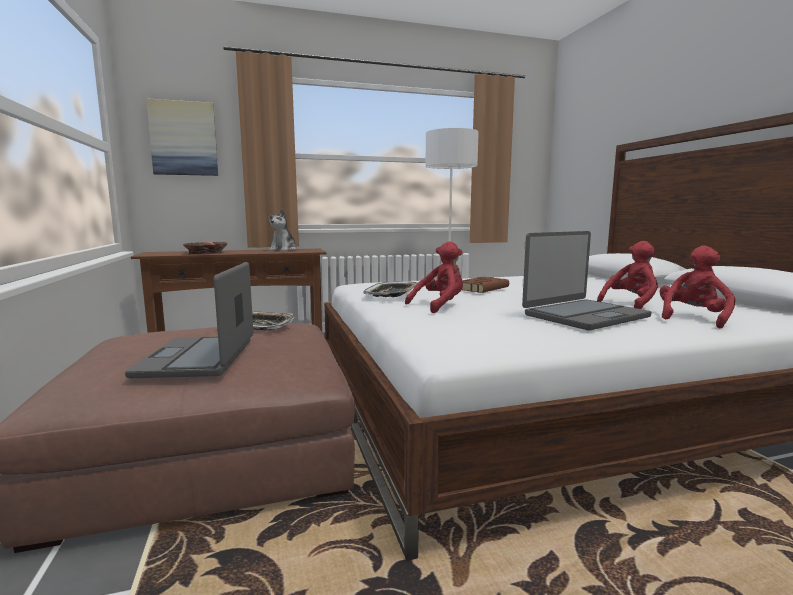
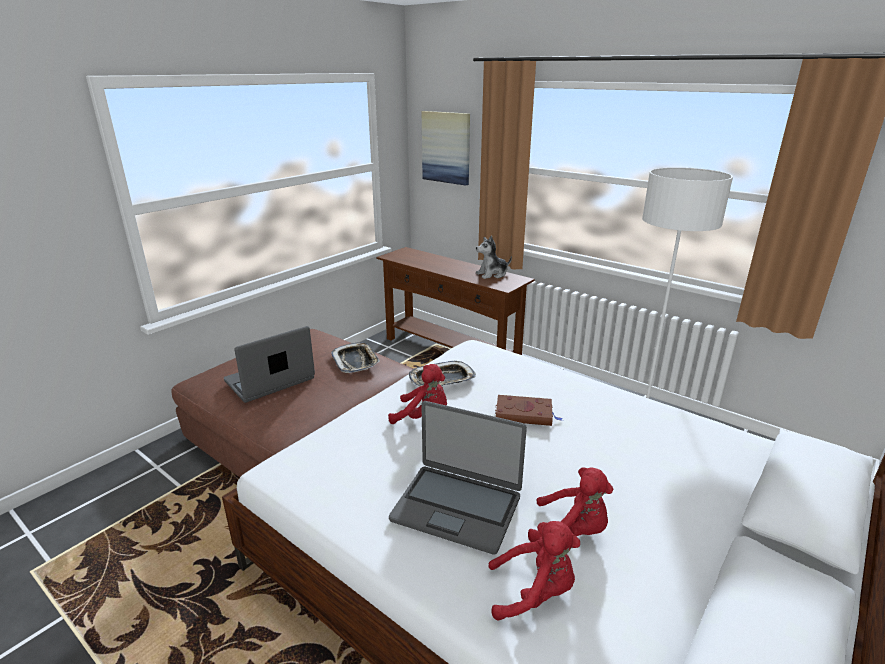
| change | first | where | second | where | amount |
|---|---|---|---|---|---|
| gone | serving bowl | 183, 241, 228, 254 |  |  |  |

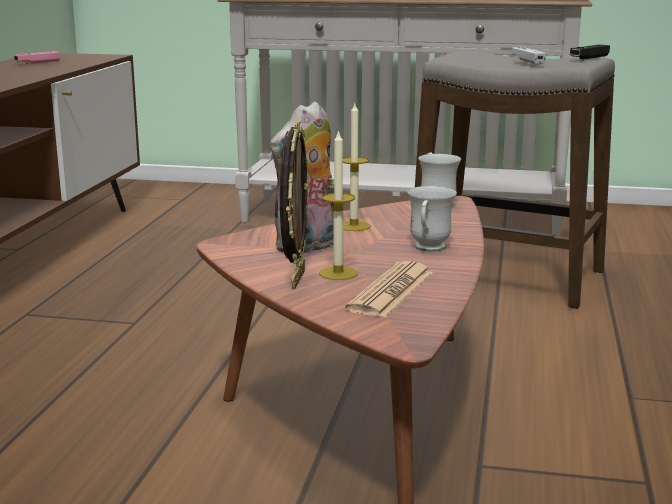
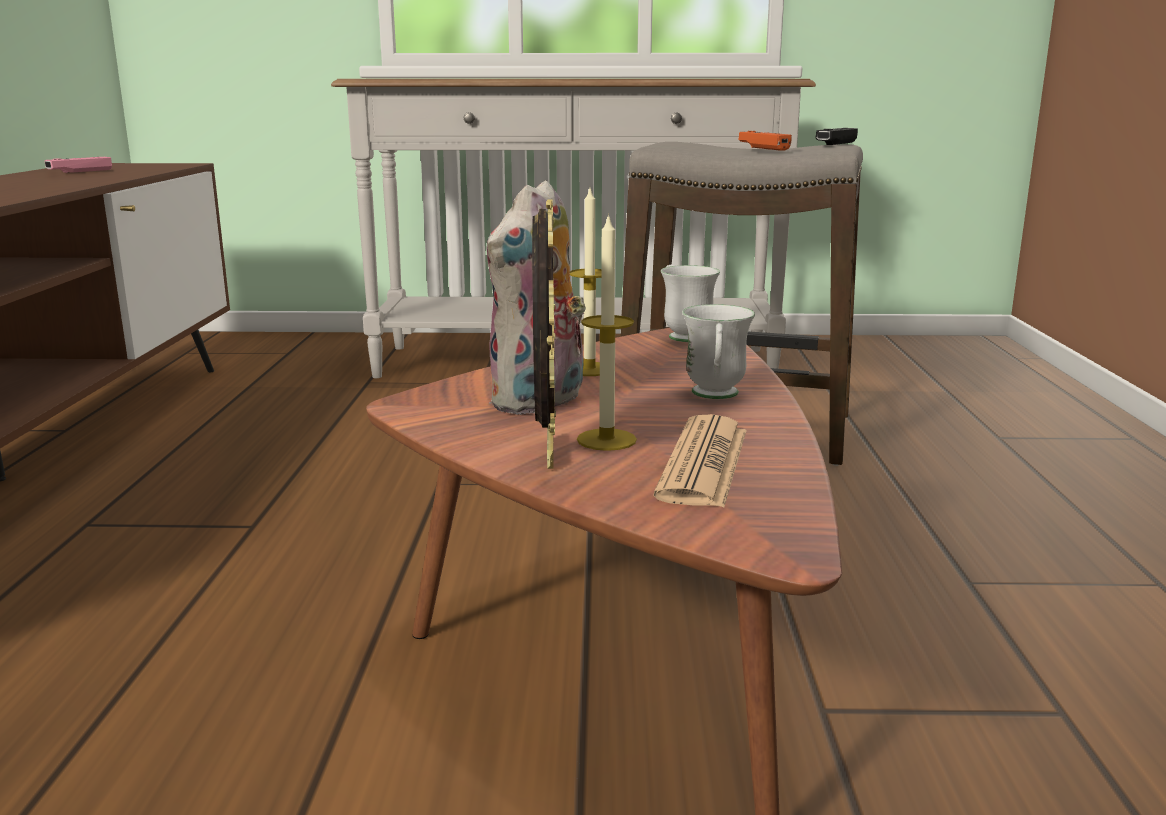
| change | first | where | second | where | amount |
|---|---|---|---|---|---|
| repainted | gamepad (whitish) | 511, 47, 546, 65 | gamepad (orangey) | 739, 131, 792, 151 |  |

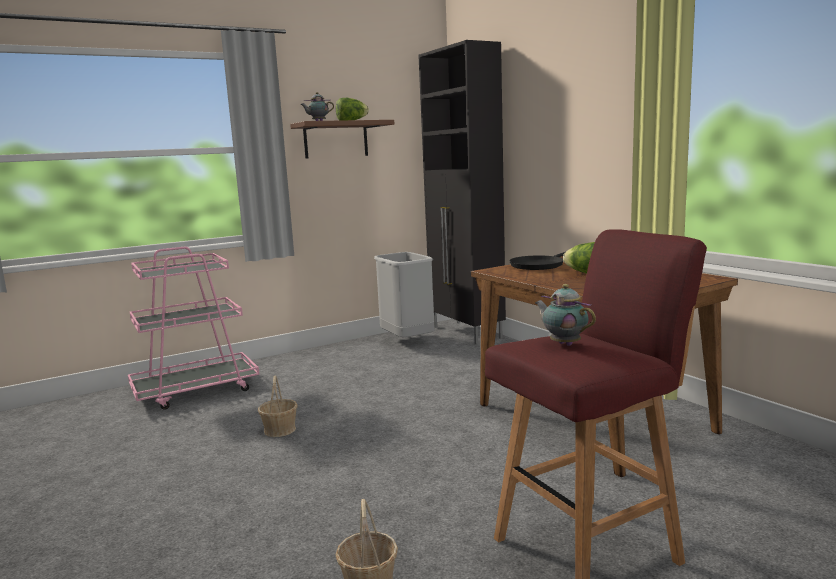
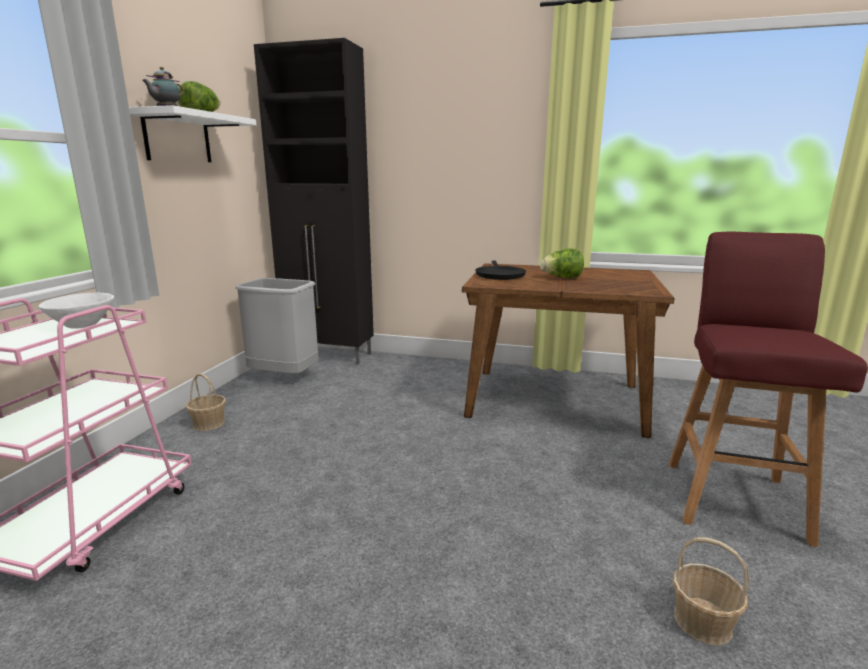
| change | first | where | second | where | amount |
|---|---|---|---|---|---|
| gone | pot for tea | 535, 284, 596, 346 |  |  |  |
| new |  |  | serving bowl (whitish) | 38, 293, 114, 329 |  |
| shifted | basket | 258, 376, 298, 437 |  | 186, 373, 226, 431 |  |
| repainted | bracket shelf (brown-coloured) | 290, 120, 394, 159 | bracket shelf (whitish) | 129, 105, 256, 162 |  |

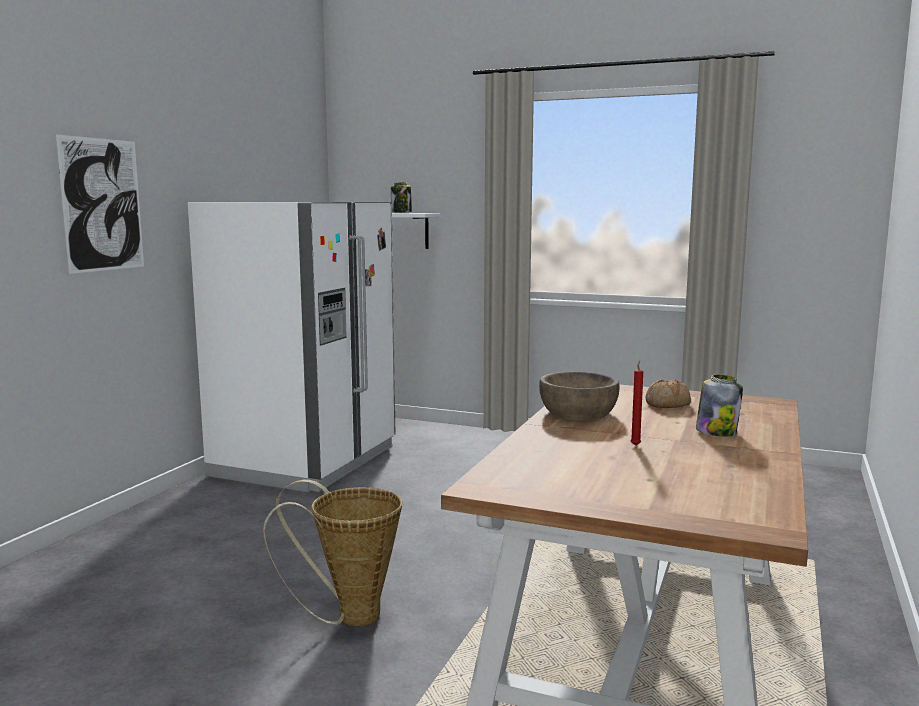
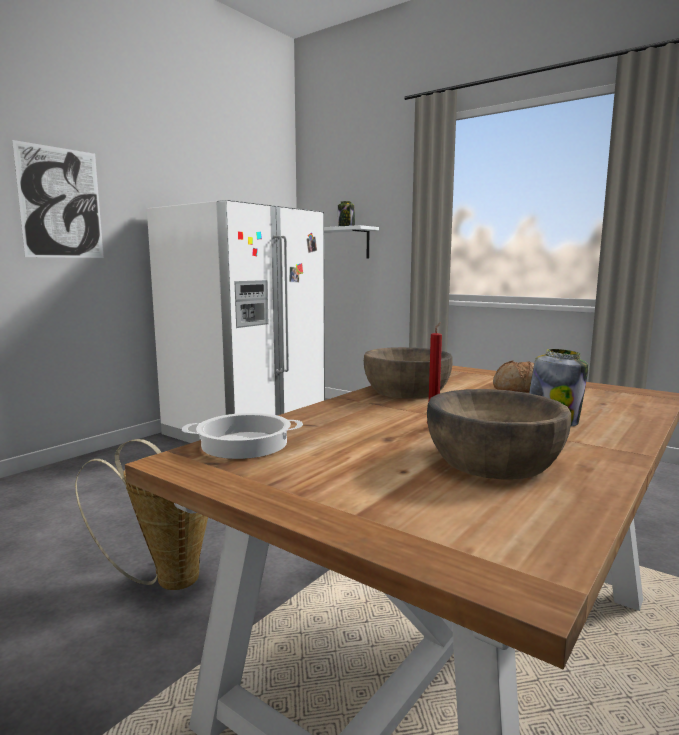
| change | first | where | second | where | amount |
|---|---|---|---|---|---|
| new |  |  | saucepot | 182, 413, 303, 459 |  |
| new |  |  | serving bowl (brown-coloured) | 427, 389, 571, 480 |  |

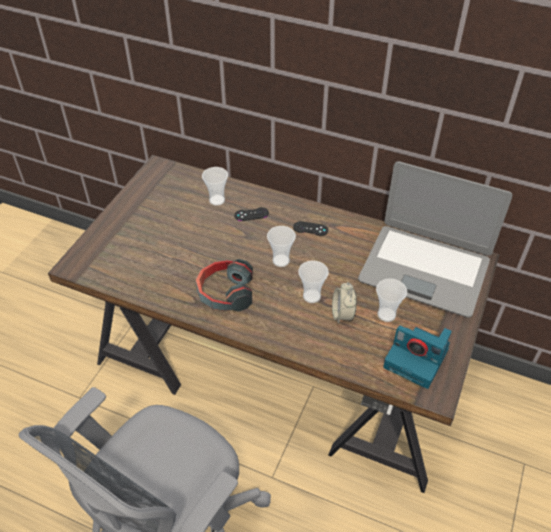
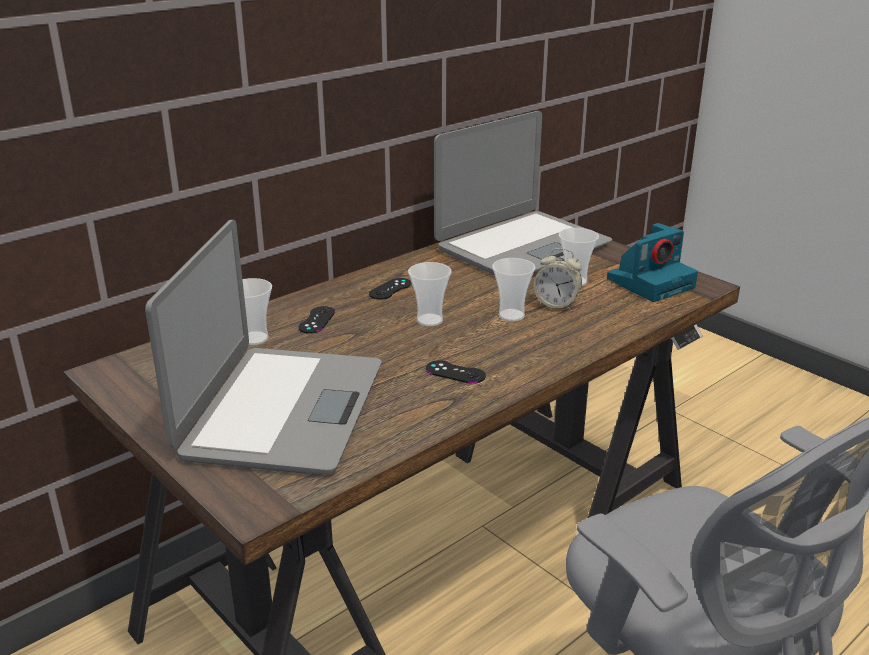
| change | first | where | second | where | amount |
|---|---|---|---|---|---|
| new |  |  | portable computer | 145, 220, 382, 474 |  |
| swapped | headphones | 196, 259, 253, 312 | gamepad (black) | 426, 360, 486, 384 |  |

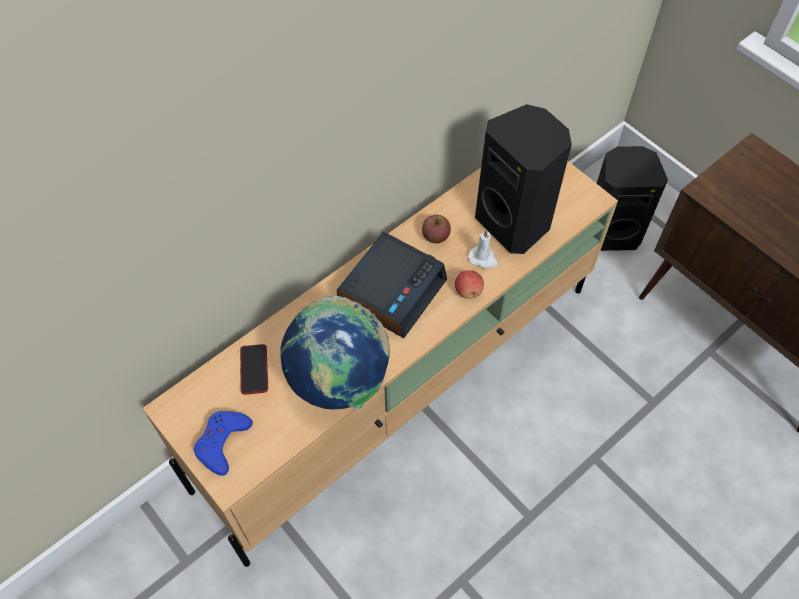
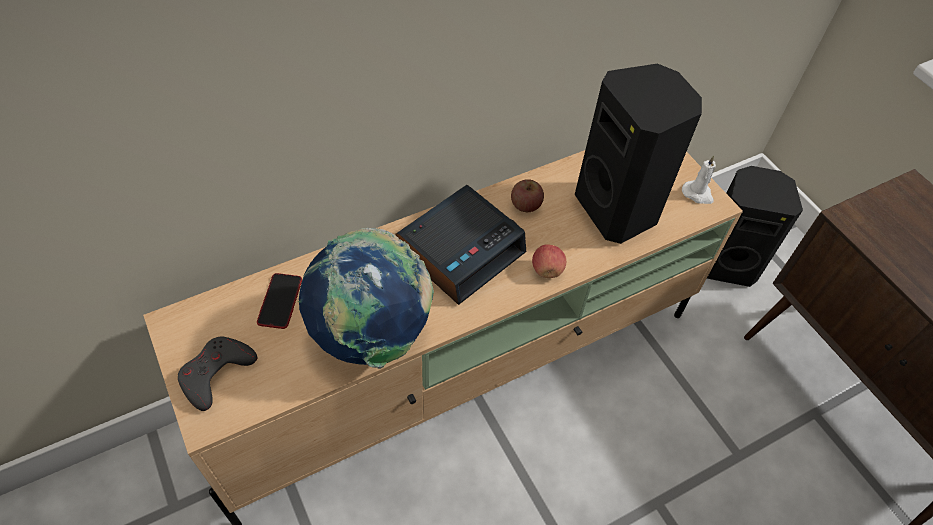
| change | first | where | second | where | amount |
|---|---|---|---|---|---|
| shifted | wax candle (whitish) | 468, 229, 498, 268 |  | 682, 156, 716, 204 |  |
| repainted | gamepad (bluish) | 194, 411, 253, 476 | gamepad (greyish) | 178, 337, 257, 411 |  |

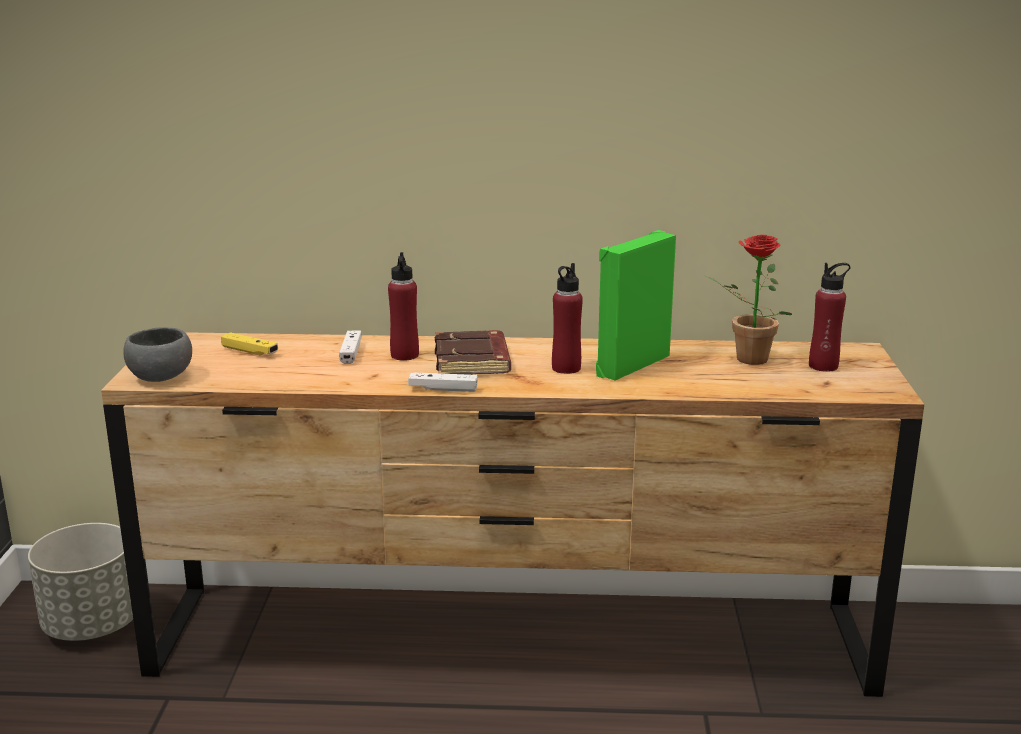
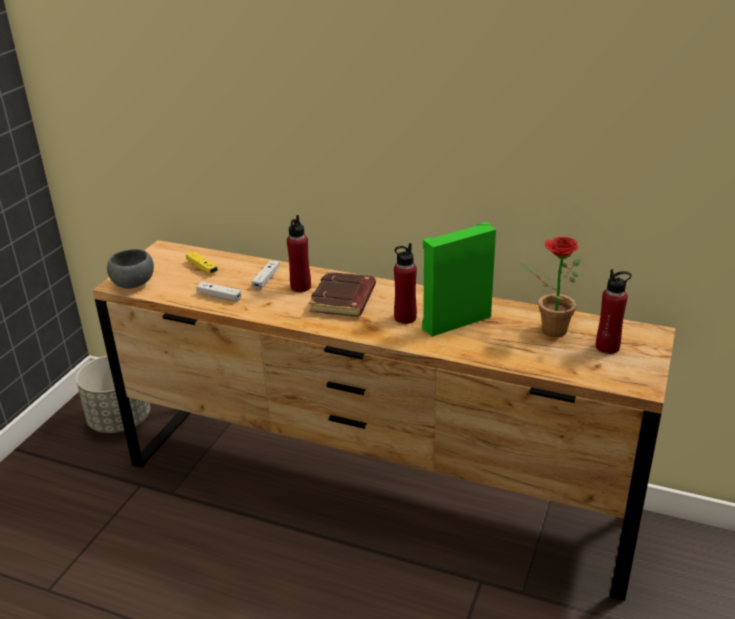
| change | first | where | second | where | amount |
|---|---|---|---|---|---|
| shifted | gamepad (whitish) | 408, 372, 478, 392 |  | 196, 282, 241, 302 |  |

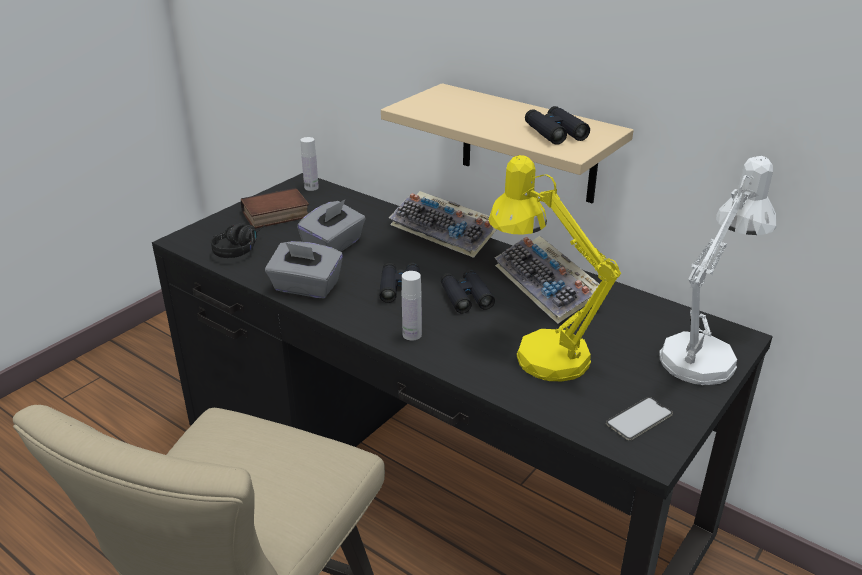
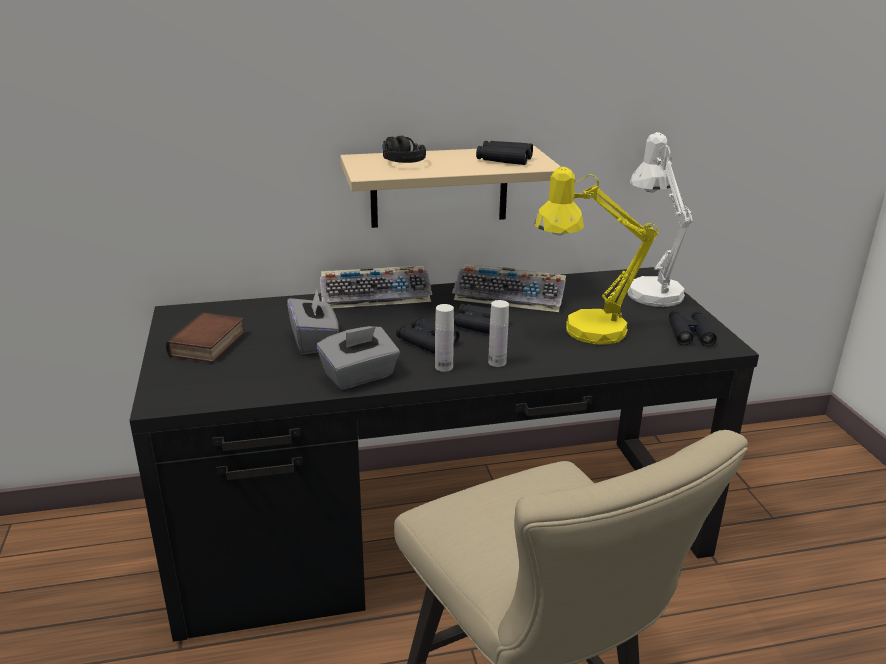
| change | first | where | second | where | amount |
|---|---|---|---|---|---|
| shifted | headphones (black) | 211, 223, 265, 258 |  | 383, 136, 426, 163 |  |
| shifted | beverage bottle (whitish) | 300, 137, 319, 191 |  | 435, 304, 454, 372 |  |
| swapped | telephone | 606, 397, 673, 440 | field glasses (black) | 669, 310, 717, 346 |  |

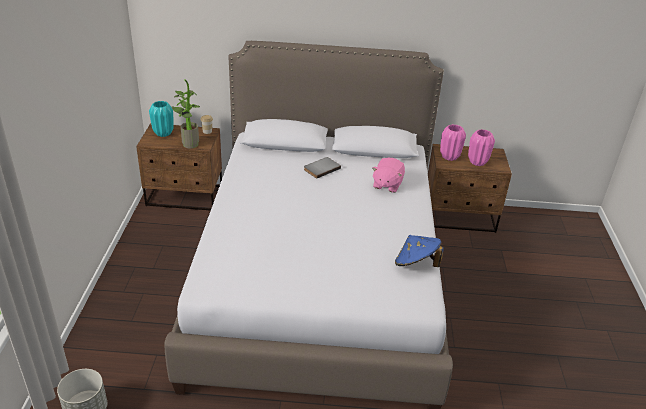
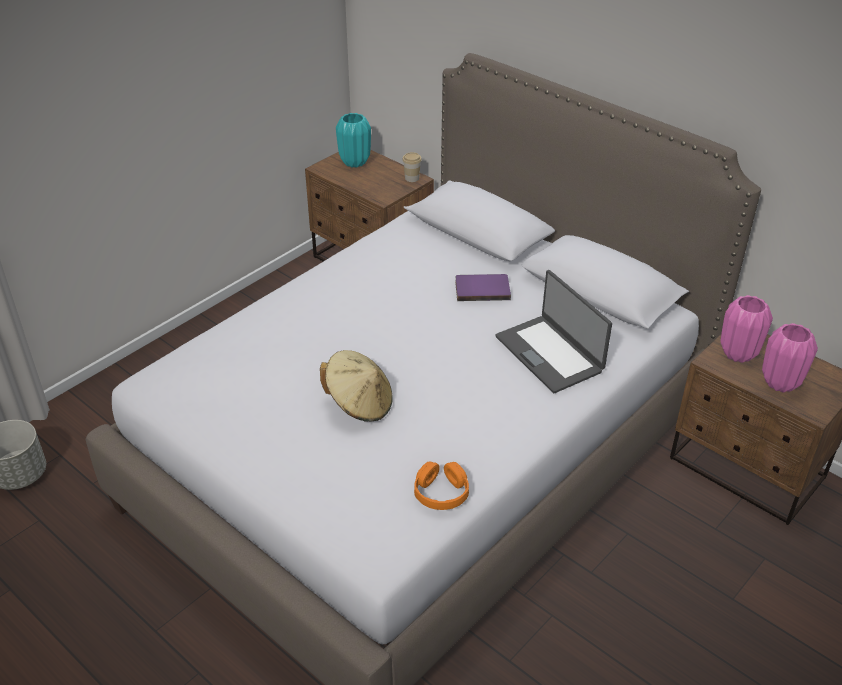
| change | first | where | second | where | amount |
|---|---|---|---|---|---|
| gone | houseplant | 172, 79, 200, 148 |  |  |  |
| new |  |  | clothing hat (beige) | 320, 350, 393, 422 |  |
| swapped | cuddly toy (pinkish) | 372, 158, 405, 193 | portable computer | 496, 270, 612, 393 |  |
| swapped | clothing hat (bluish) | 395, 235, 444, 267 | headphones (orangey) | 414, 461, 469, 510 |  |
| repainted | book (greyish) | 304, 157, 341, 179 | book (purplish) | 455, 274, 511, 301 |  |

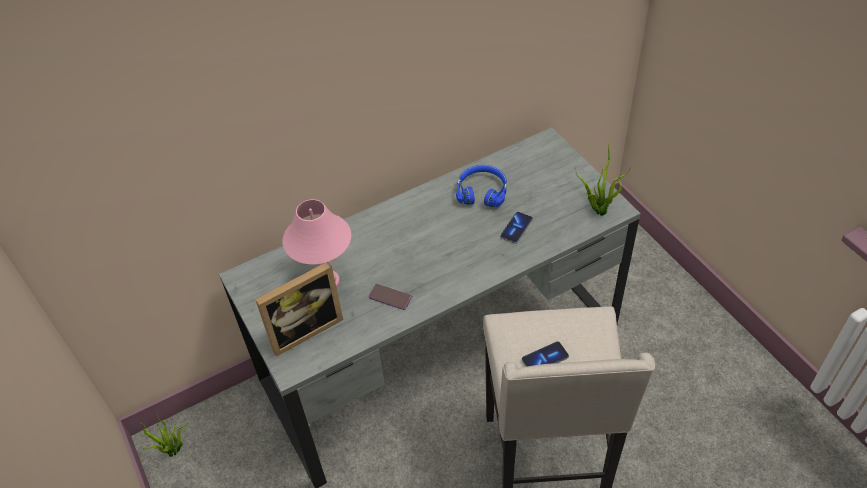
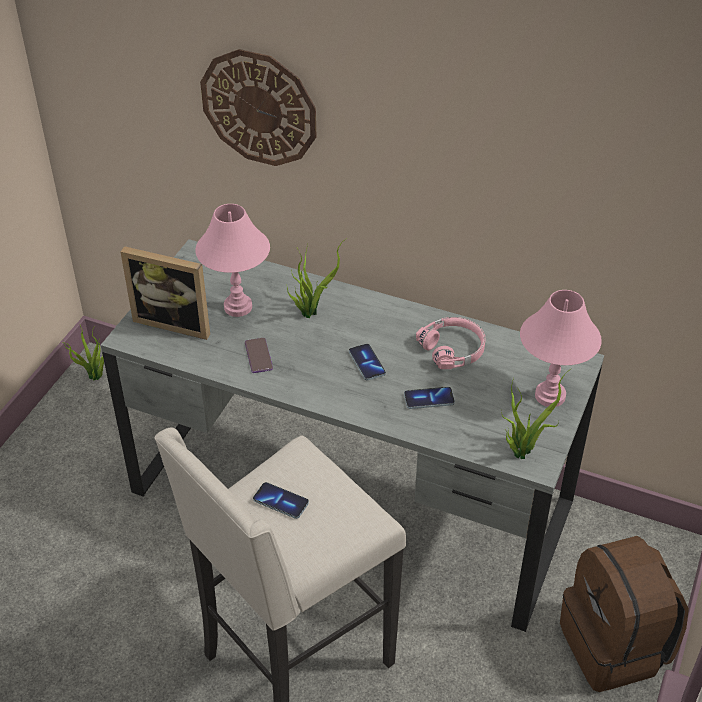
| change | first | where | second | where | amount |
|---|---|---|---|---|---|
| new |  |  | hanging clock | 200, 49, 316, 166 |  |
| new |  |  | houseplant | 286, 238, 347, 318 |  |
| new |  |  | telephone | 349, 344, 386, 380 |  |
| new |  |  | lamp for a table (pinkish) | 520, 290, 602, 407 |  |
| new |  |  | knapsack (brown-coloured) | 560, 536, 689, 692 |  |
| repainted | headphones (bluish) | 456, 165, 507, 207 | headphones (pinkish) | 416, 317, 486, 369 |  |

